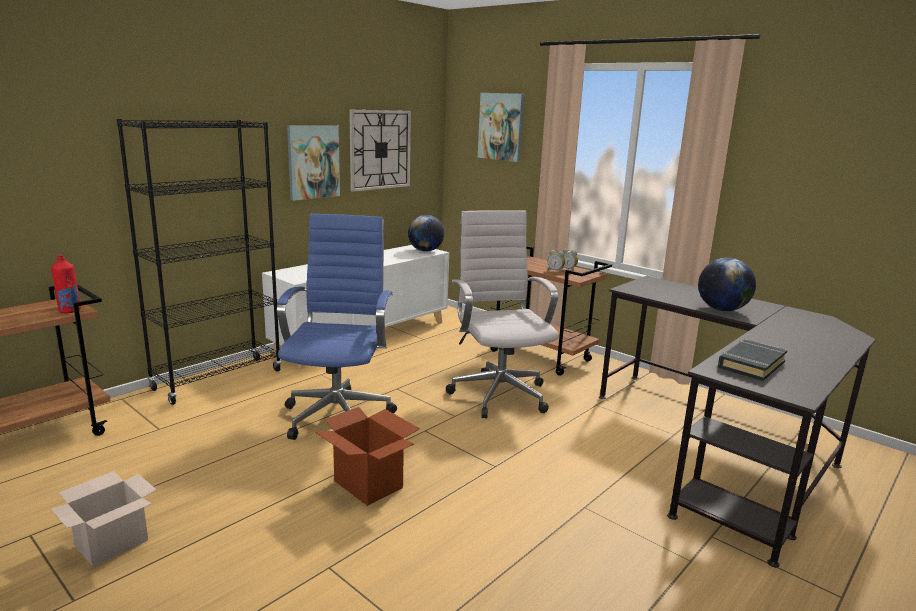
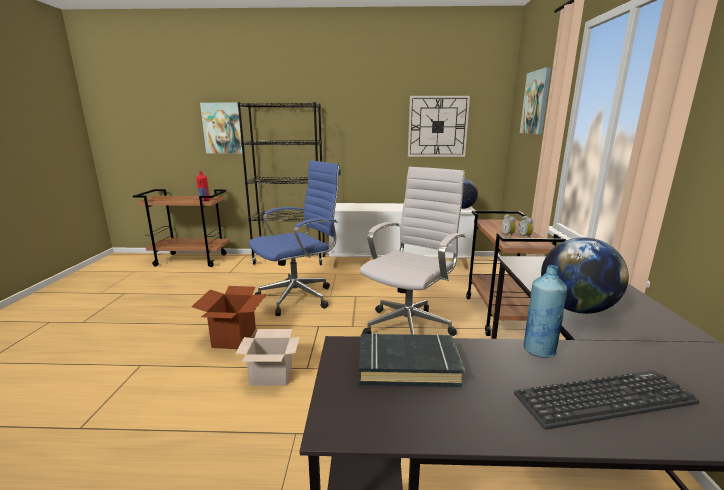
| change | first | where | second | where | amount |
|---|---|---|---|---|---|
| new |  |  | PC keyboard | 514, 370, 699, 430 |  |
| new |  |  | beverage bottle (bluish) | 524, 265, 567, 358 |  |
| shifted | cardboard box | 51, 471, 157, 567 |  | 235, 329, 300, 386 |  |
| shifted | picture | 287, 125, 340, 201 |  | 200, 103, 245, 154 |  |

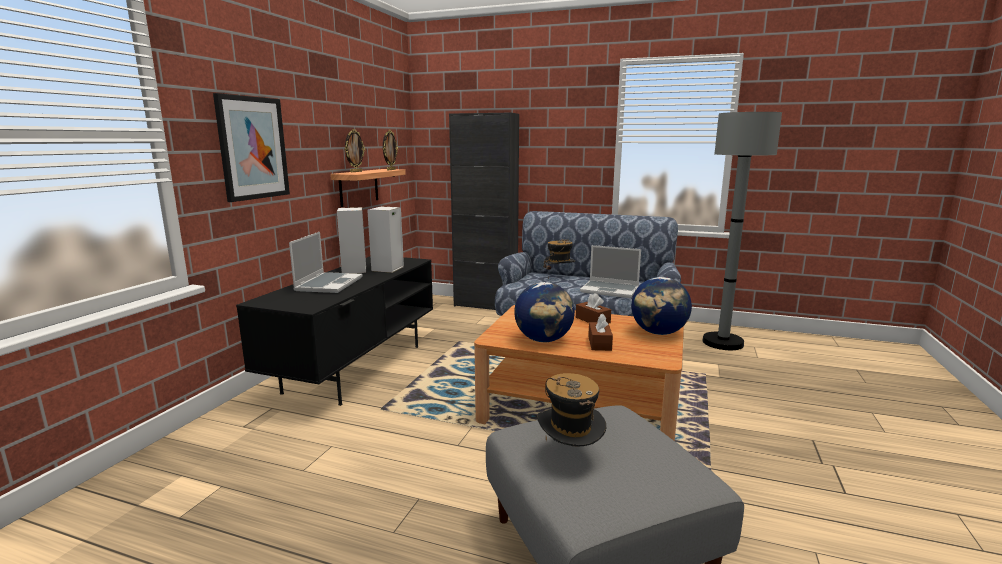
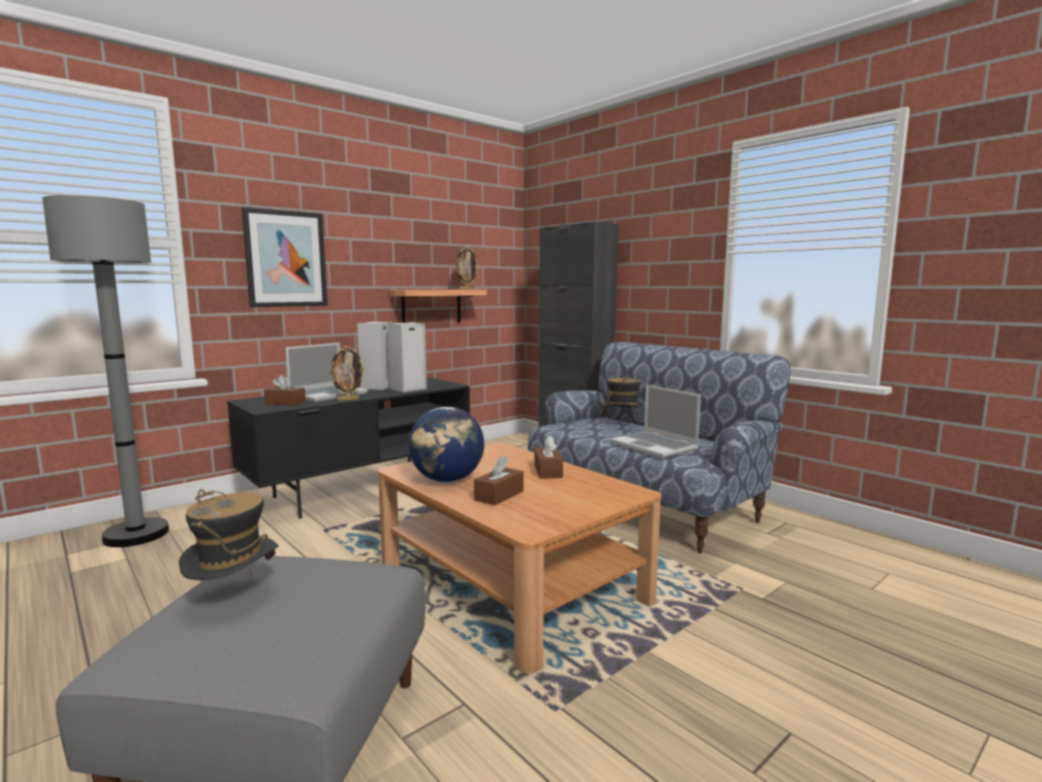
| change | first | where | second | where | amount |
|---|---|---|---|---|---|
| gone | desk globe | 631, 277, 692, 335 |  |  |  |
| new |  |  | tissue holder (brown-coloured) | 264, 374, 306, 406 |  |
| shifted | picture frame | 345, 129, 365, 172 |  | 329, 346, 365, 401 |  |
| shifted | standing lamp (greyish) | 702, 112, 782, 350 |  | 42, 195, 169, 547 |  |

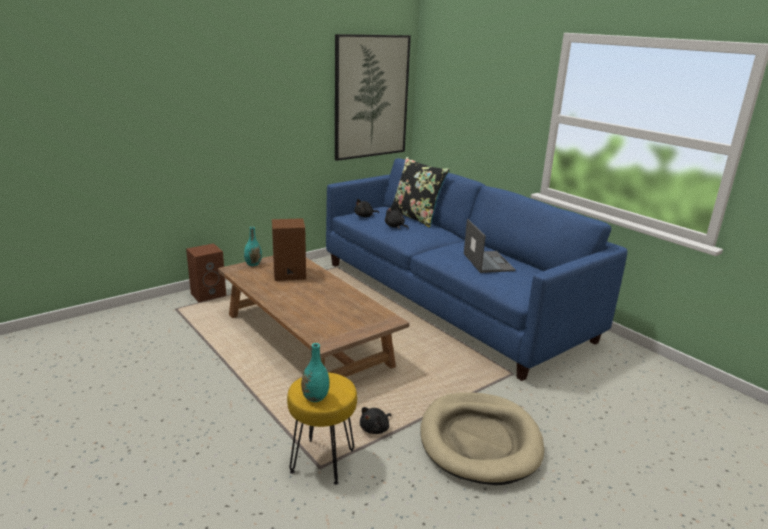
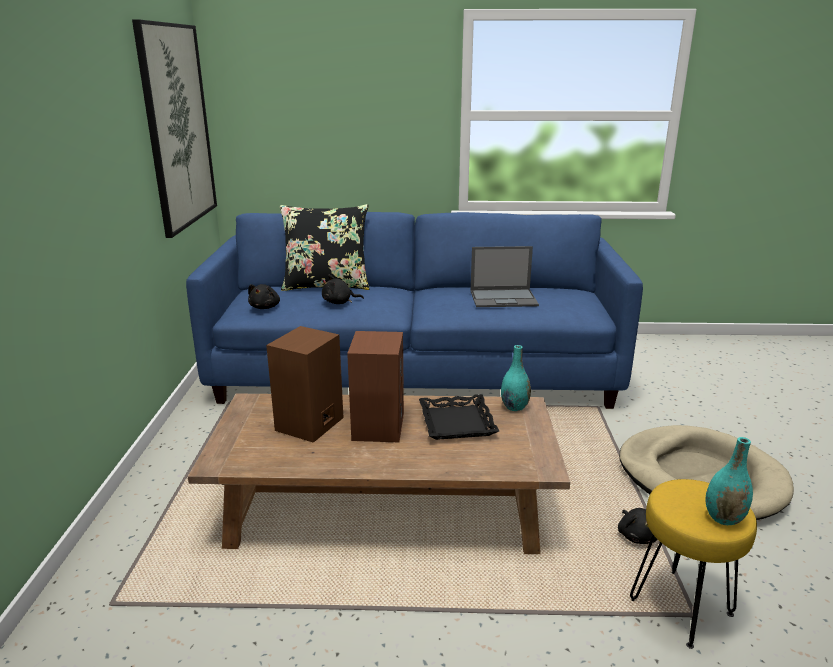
| change | first | where | second | where | amount |
|---|---|---|---|---|---|
| new |  |  | tray (black) | 419, 394, 499, 440 |  |
| shifted | speaker (brown-coloured) | 186, 243, 226, 302 |  | 347, 331, 404, 443 |  |
| shifted | vase (turquoise) | 244, 227, 262, 266 |  | 501, 345, 531, 411 |  |
| rotated | portable computer | 464, 219, 516, 273 |  | 470, 246, 539, 307 | 150 degrees clockwise |

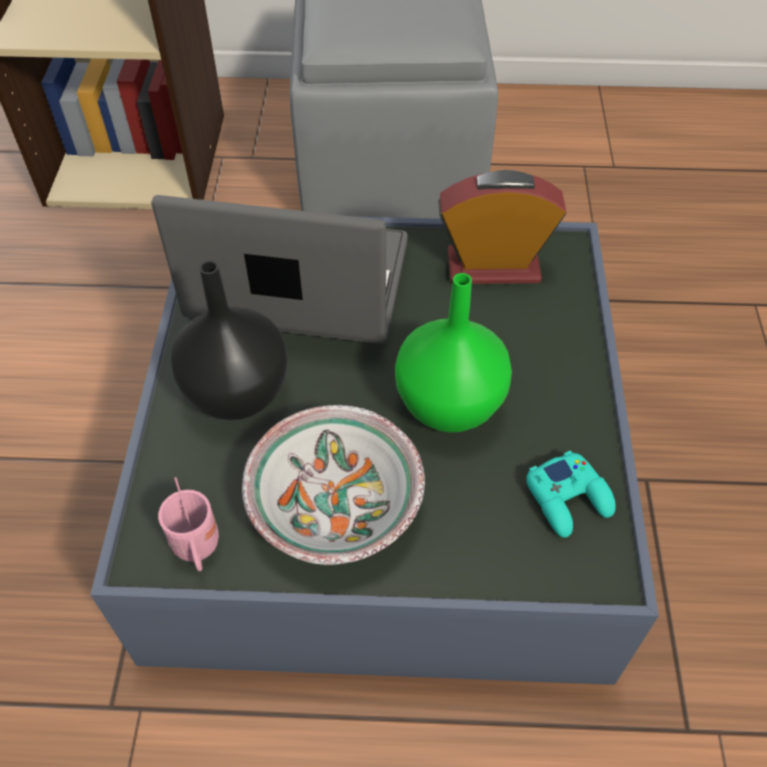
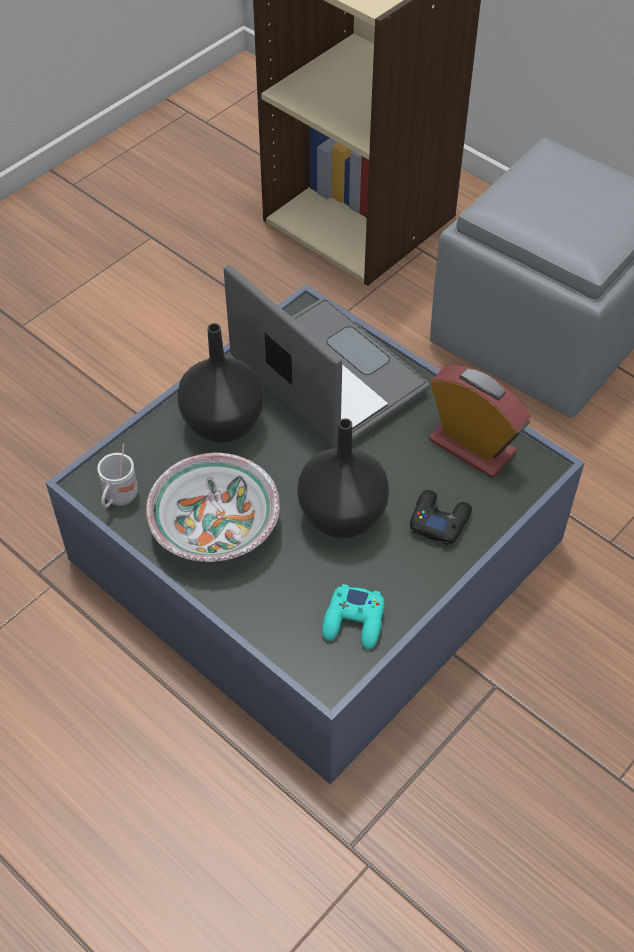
| change | first | where | second | where | amount |
|---|---|---|---|---|---|
| new |  |  | gamepad (black) | 410, 490, 472, 545 |  |
| repainted | mug (pinkish) | 158, 477, 219, 571 | mug (whitish) | 97, 443, 138, 508 |  |
| repainted | vase (greenish) | 395, 273, 512, 433 | vase (black) | 297, 418, 389, 538 |  |

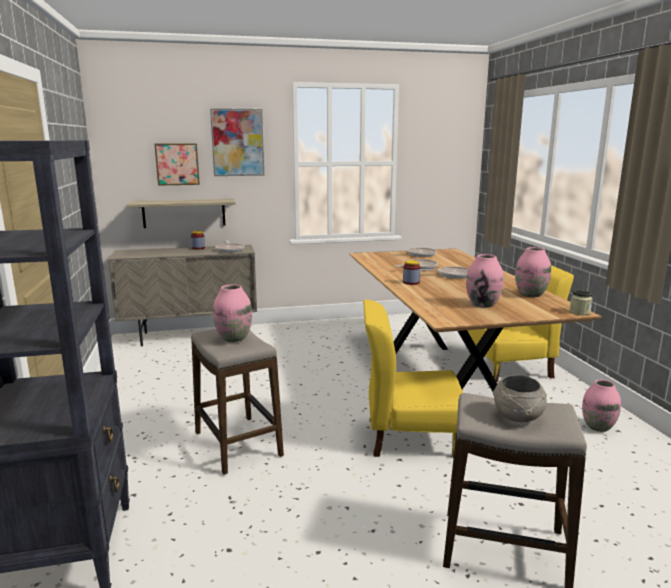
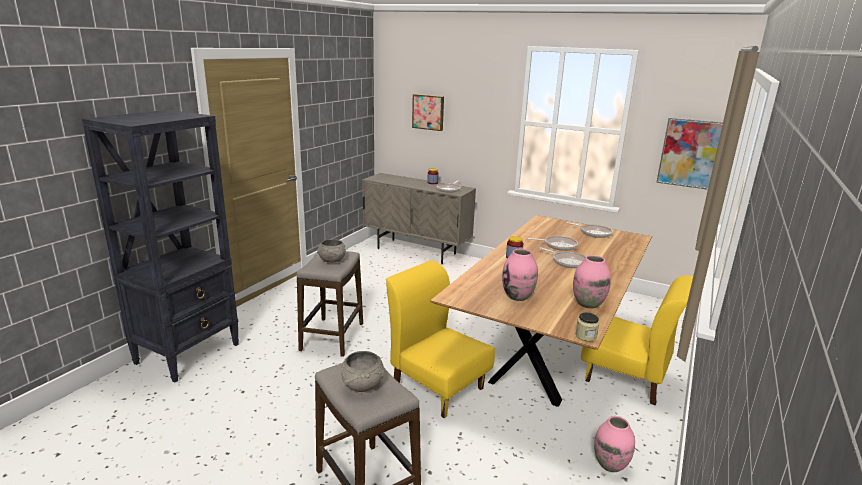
| change | first | where | second | where | amount |
|---|---|---|---|---|---|
| gone | bracket shelf | 126, 199, 236, 228 |  |  |  |
| shifted | picture | 210, 108, 264, 176 |  | 656, 118, 723, 190 |  |
| swapped | vase (pinkish) | 213, 284, 252, 342 | serving bowl (greyish) | 317, 239, 346, 263 |  |

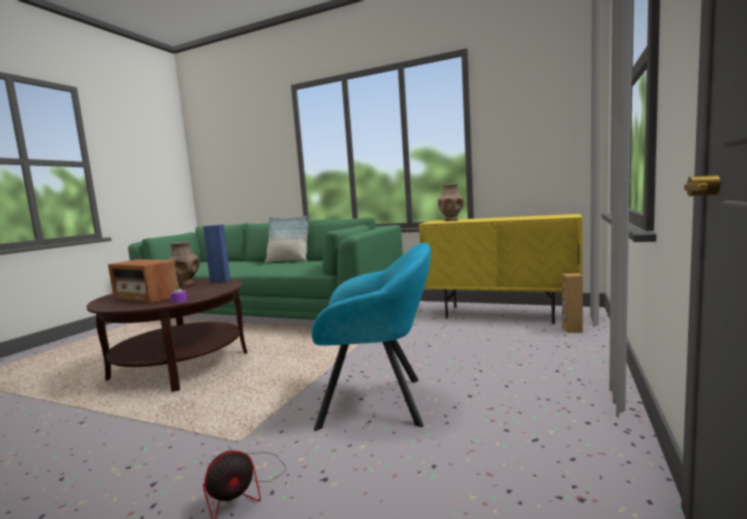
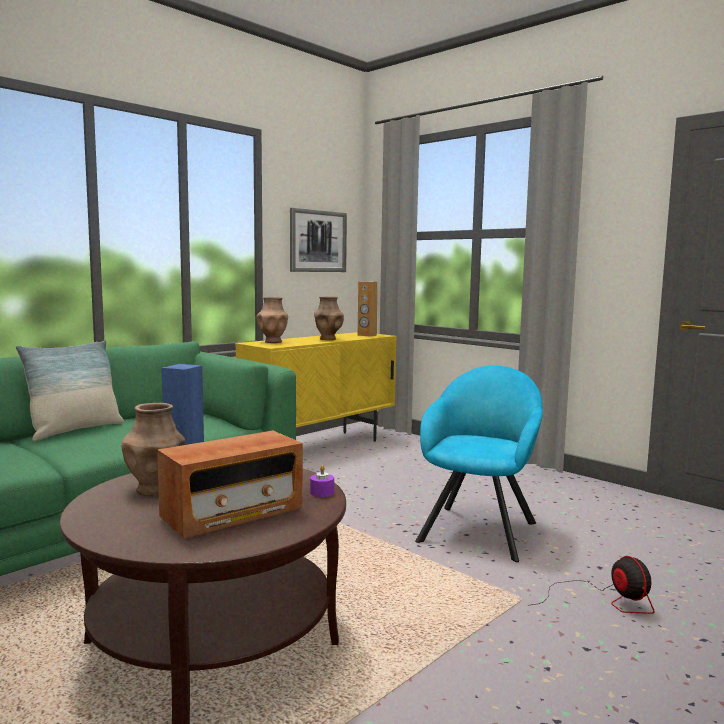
| change | first | where | second | where | amount |
|---|---|---|---|---|---|
| new |  |  | picture | 290, 208, 347, 272 |  |
| new |  |  | vase (brown-coloured) | 314, 296, 344, 340 |  |
| shifted | speaker (brown-coloured) | 562, 273, 583, 333 |  | 358, 281, 377, 337 |  |

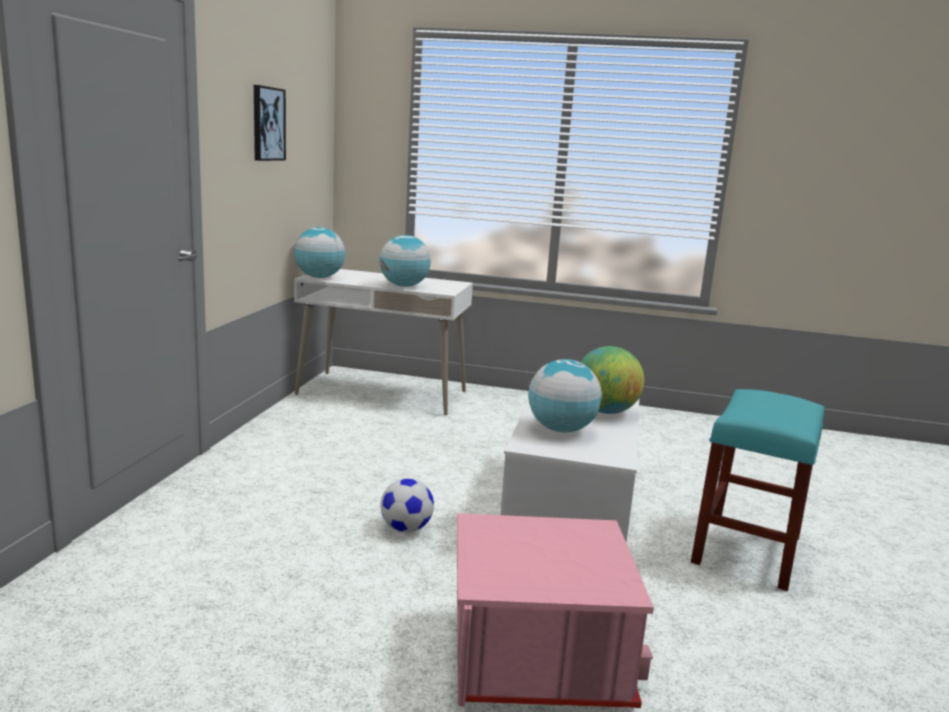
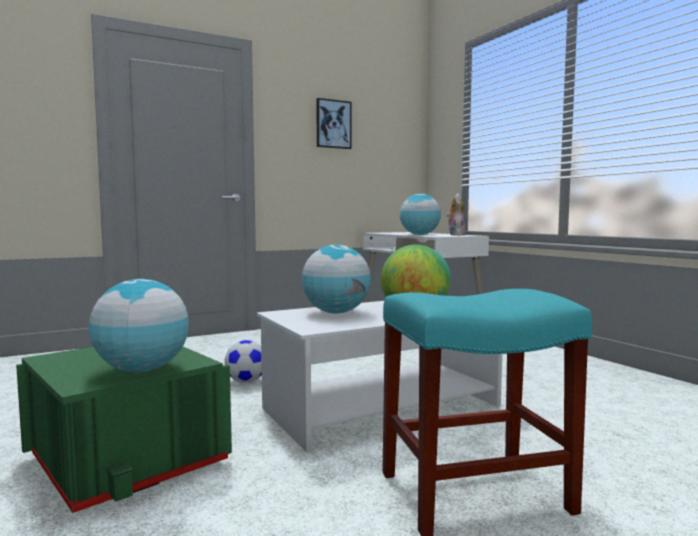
| change | first | where | second | where | amount |
|---|---|---|---|---|---|
| new |  |  | cuddly toy | 447, 193, 466, 235 |  |
| shifted | desk globe | 294, 227, 345, 278 |  | 89, 279, 189, 372 |  |
| repainted | storage bin (pinkish) | 457, 513, 654, 708 | storage bin (greenish) | 16, 347, 232, 513 |  |

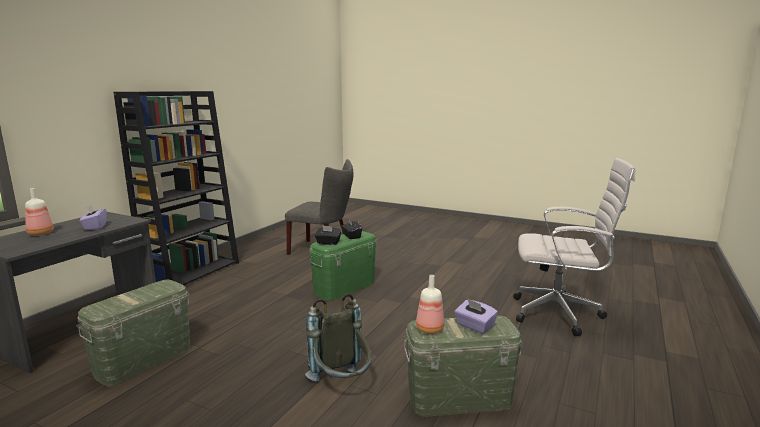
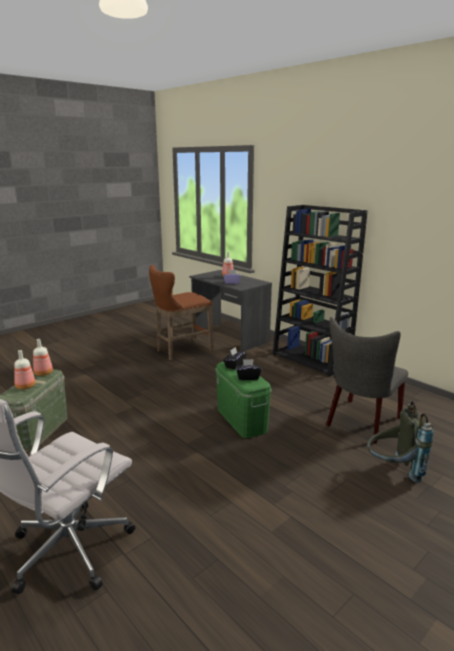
| change | first | where | second | where | amount |
|---|---|---|---|---|---|
| shifted | knapsack (greyish) | 305, 294, 372, 382 |  | 367, 401, 434, 482 |  |
| swapped | storage bin (greenish) | 76, 280, 190, 387 | stool seat (brown-coloured) | 149, 265, 214, 360 |  |
| swapped | tissue holder (purplish) | 455, 299, 498, 334 | beverage bottle | 14, 350, 35, 389 |  |

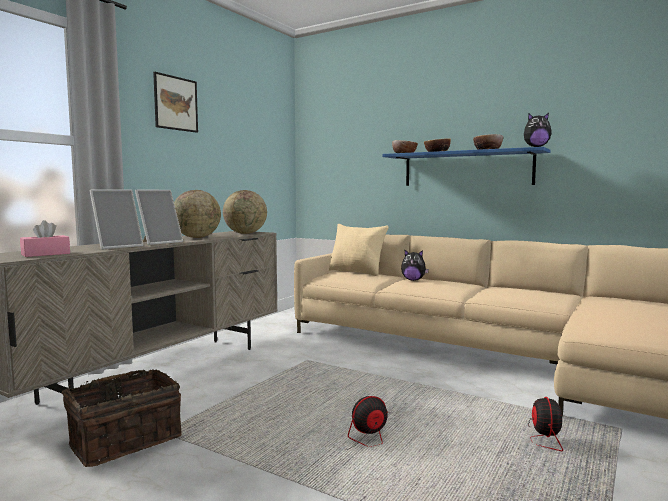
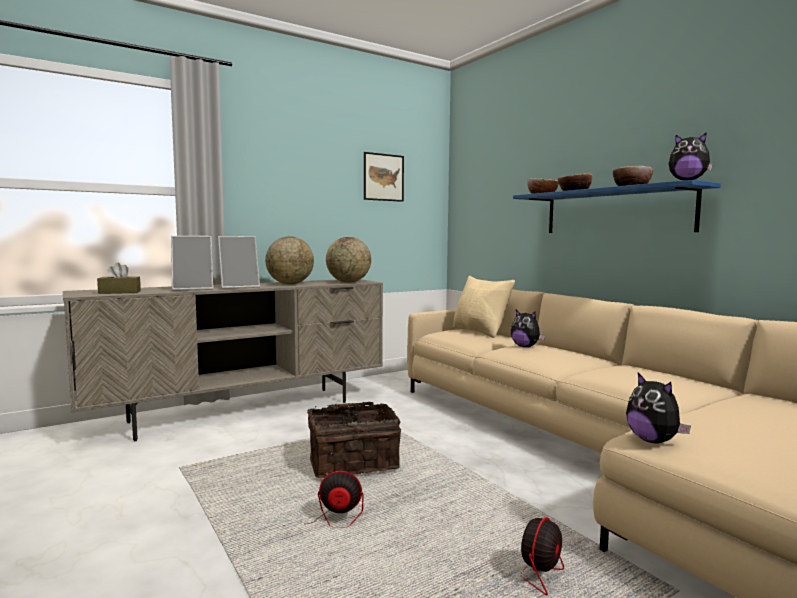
| change | first | where | second | where | amount |
|---|---|---|---|---|---|
| new |  |  | cuddly toy | 626, 373, 691, 444 |  |
| shifted | basket | 62, 369, 182, 467 |  | 307, 402, 401, 478 |  |
| shifted | picture | 153, 72, 198, 133 |  | 364, 152, 404, 202 |  |
| repainted | tissue holder (pinkish) | 20, 220, 70, 257 | tissue holder (brown-coloured) | 97, 263, 141, 294 |  |

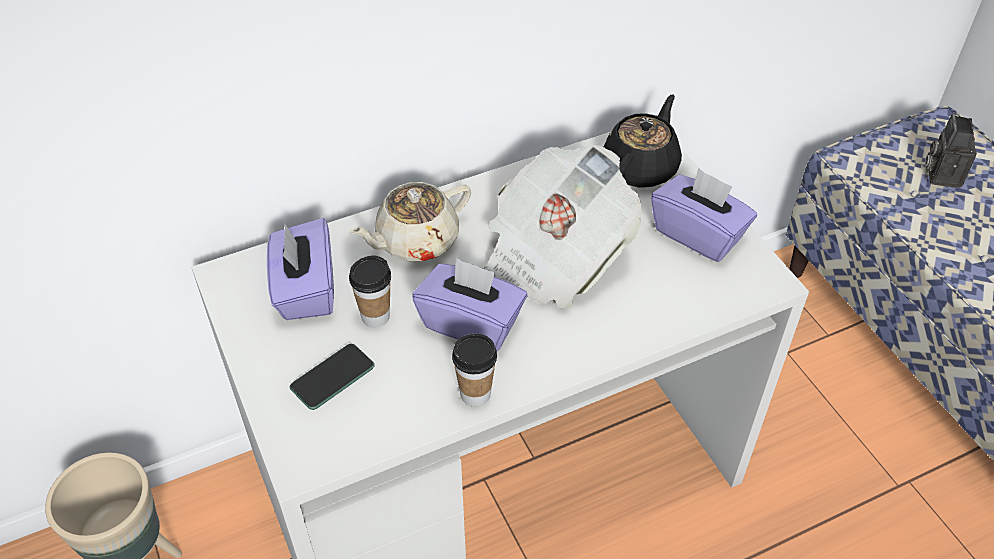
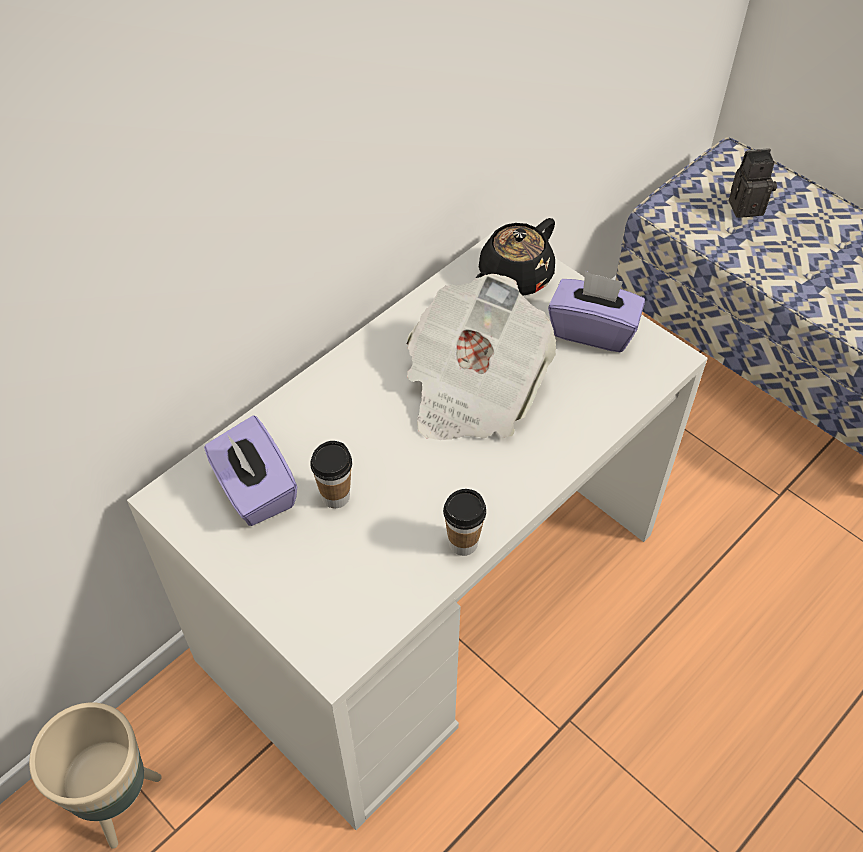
| change | first | where | second | where | amount |
|---|---|---|---|---|---|
| gone | telephone | 290, 344, 375, 410 |  |  |  |
| gone | pot for tea (beige) | 349, 182, 471, 261 |  |  |  |
| gone | tissue holder (purplish) | 412, 258, 527, 351 |  |  |  |
| rotated | pot for tea (black) | 604, 95, 682, 188 |  | 476, 218, 555, 296 | 150 degrees counterclockwise |
| rotated | photo camera | 925, 113, 977, 188 |  | 729, 148, 777, 218 | 90 degrees clockwise |

